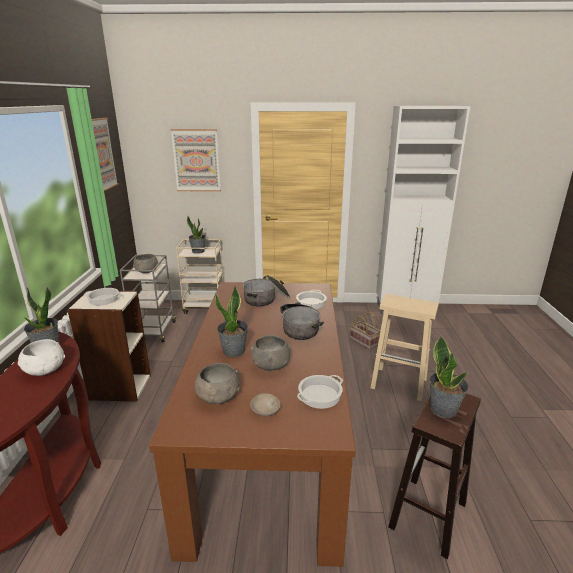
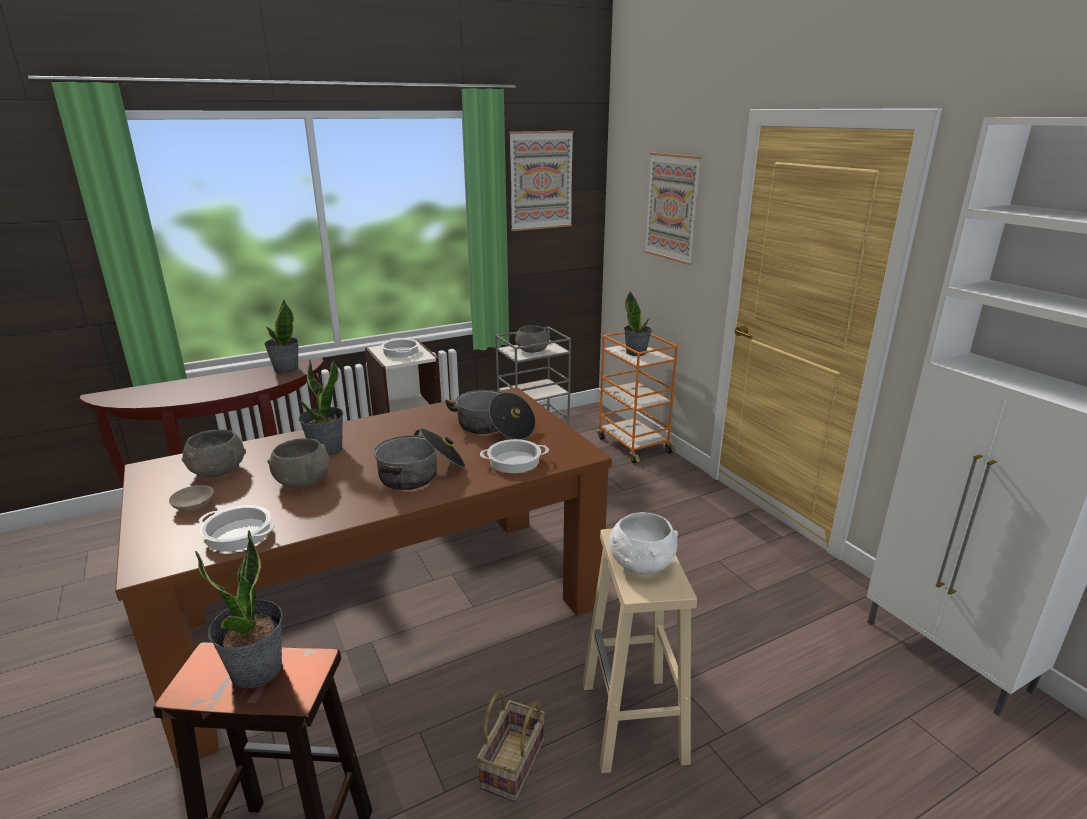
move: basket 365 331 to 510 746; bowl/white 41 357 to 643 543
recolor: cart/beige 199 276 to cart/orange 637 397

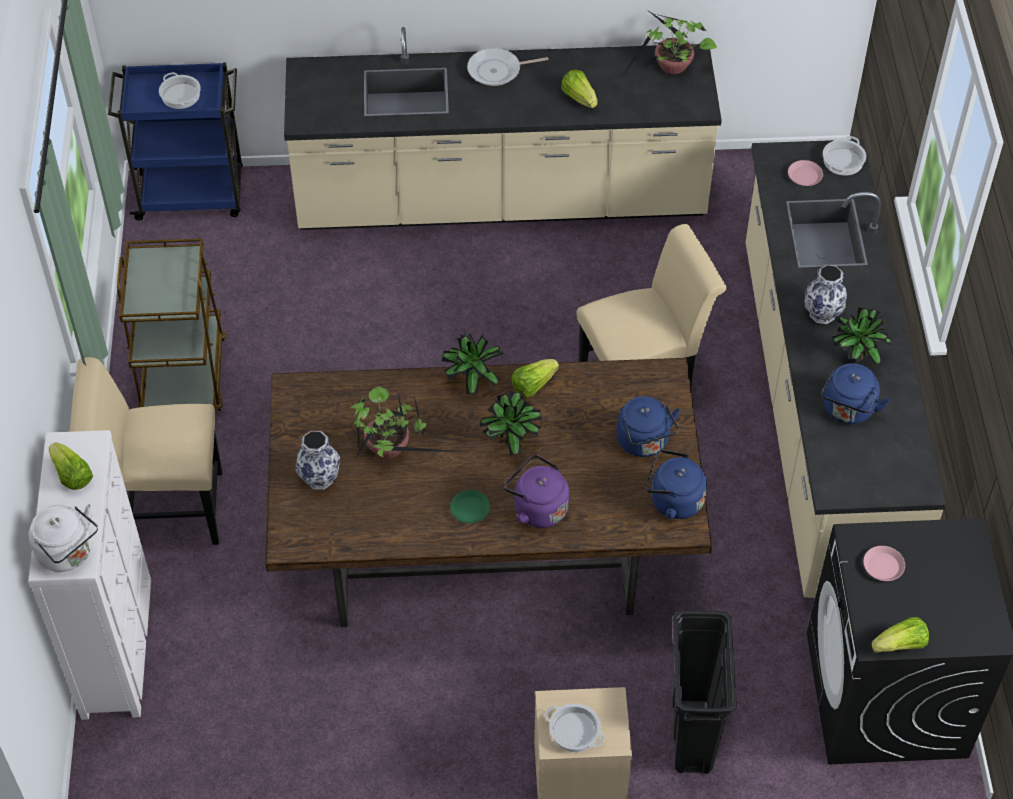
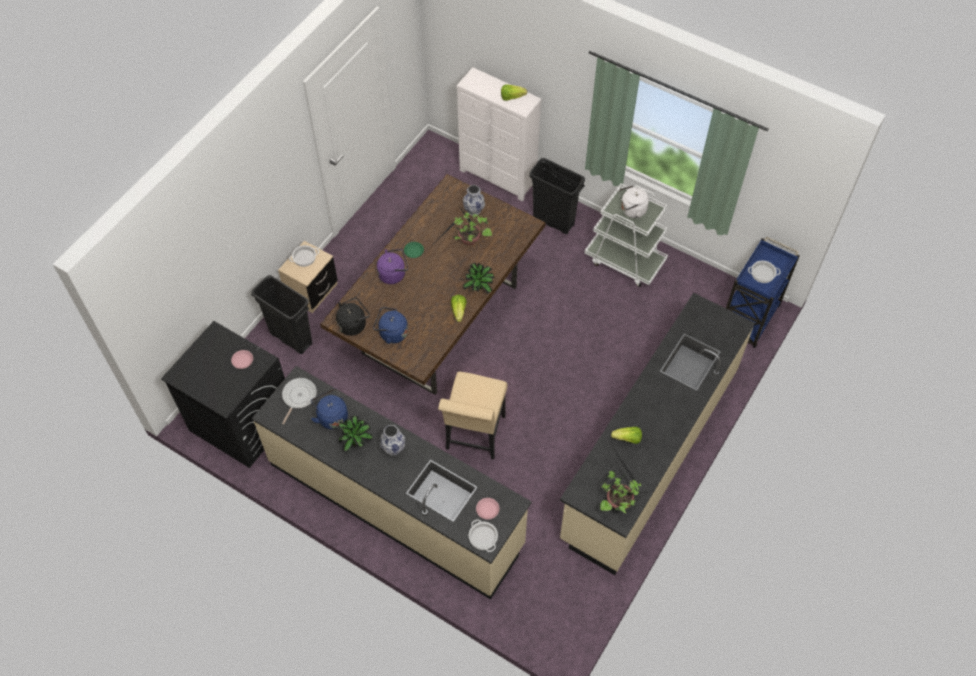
delete: potted plant 511 423; lettuce 900 634
move: frying pan 508 67 to 299 401; kettle/white 63 538 to 633 201
replace: chair/beige 146 451 to trash can/black 557 196
recolor: kettle/blue 676 484 to kettle/black 353 316; cart/brown 171 326 to cart/white 626 235

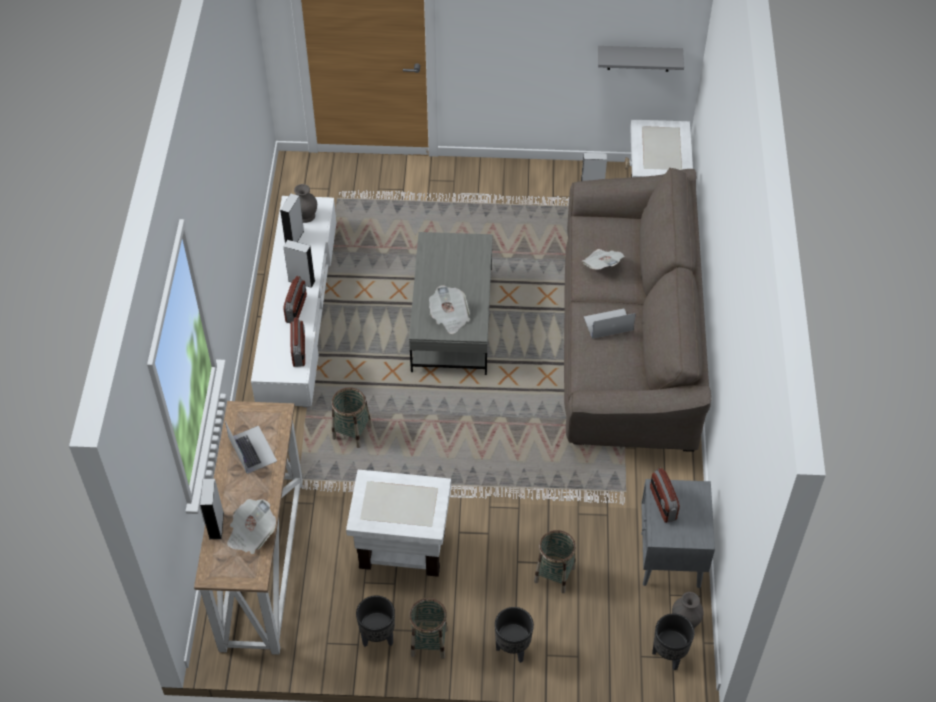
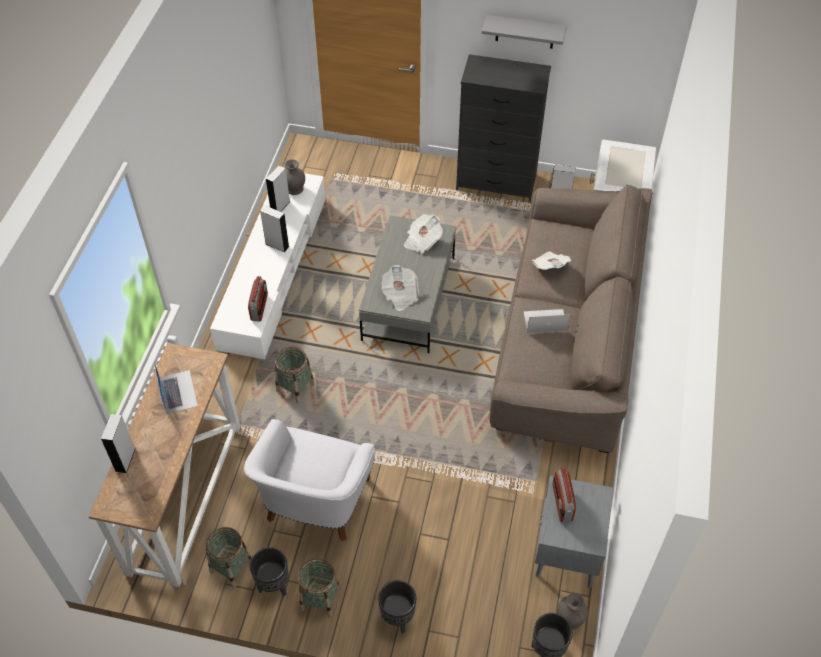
delete: radio 295 299
insert: dresser/black 503 128
move: basket 555 561 to 229 557; newspaper 251 526 to 423 234; shelf/grey 641 59 to 524 32
replace: side table/white 398 523 to armchair/white 309 480

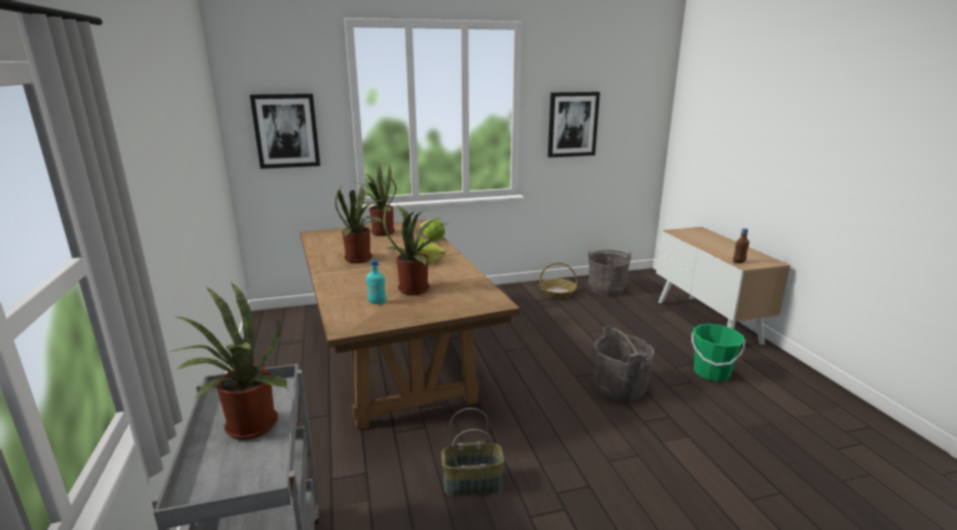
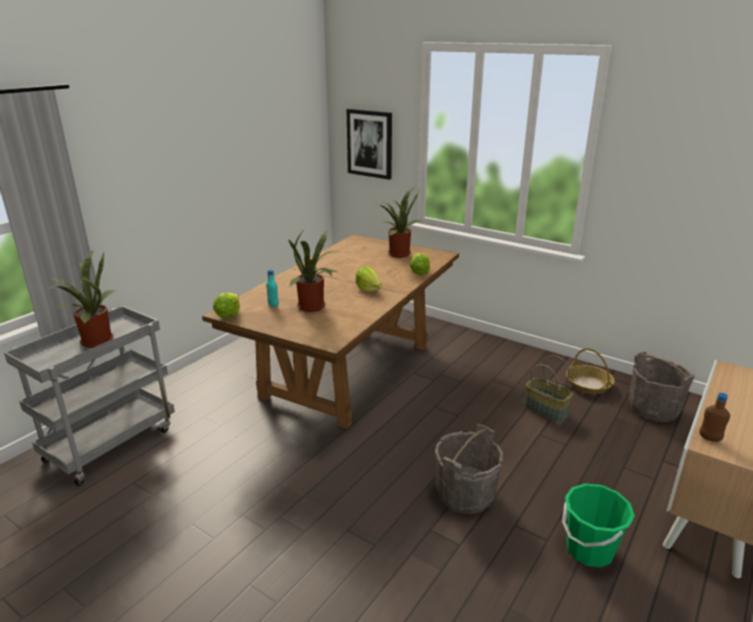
delete: potted plant 359 224; picture 574 125
insert: lettuce 226 305
move: basket 472 452 to 548 389

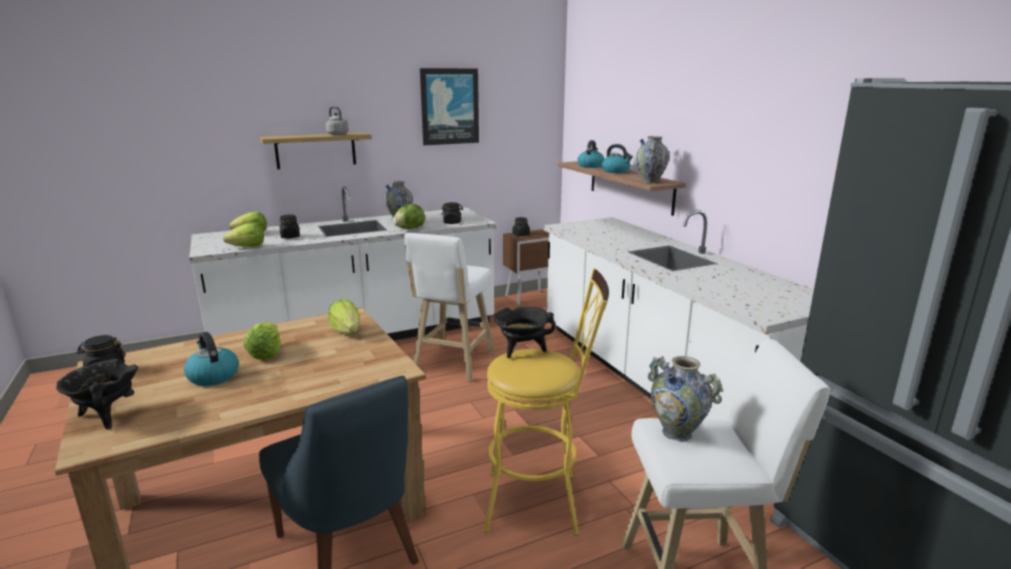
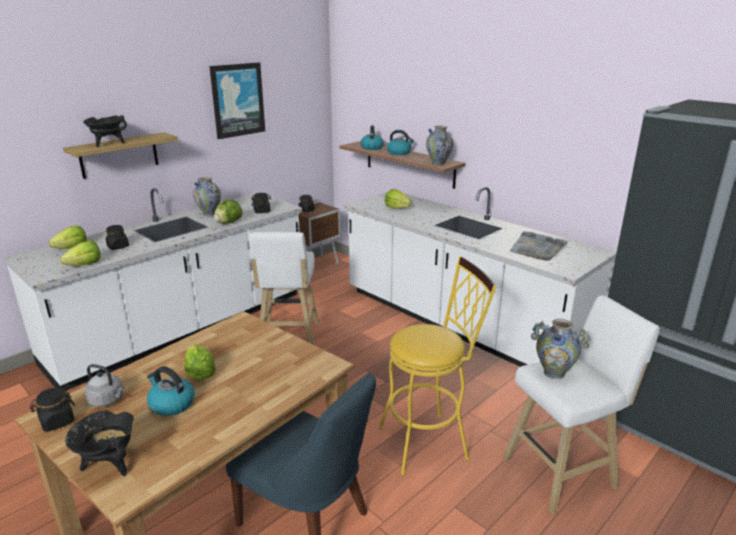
insert: tray/grey 538 246
move: cooking pot/black 525 332 to 105 131; kettle/grey 337 120 to 104 385; lettuce 344 316 to 398 199

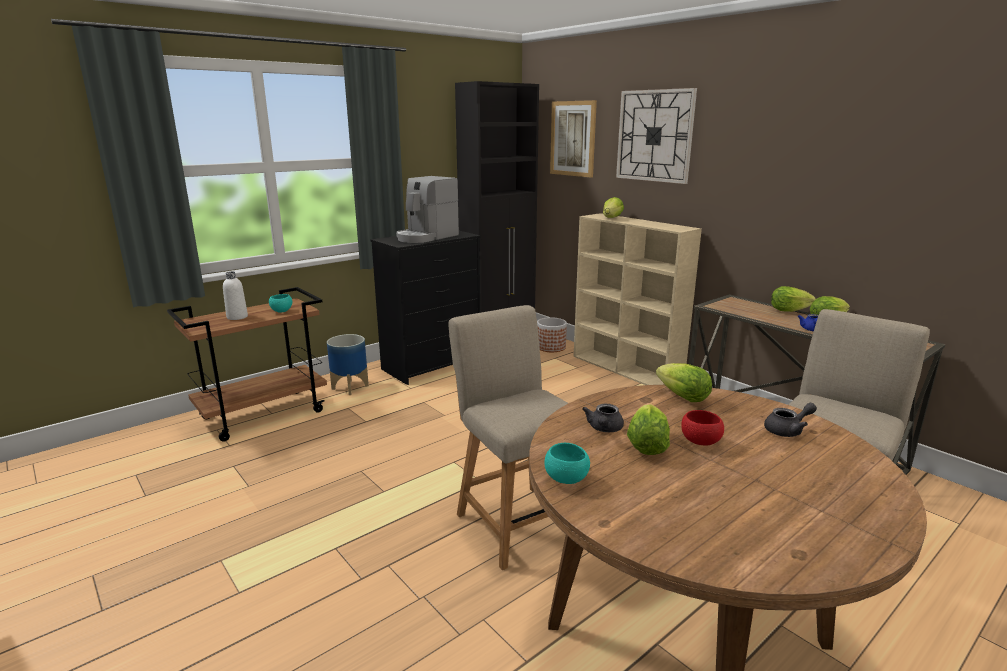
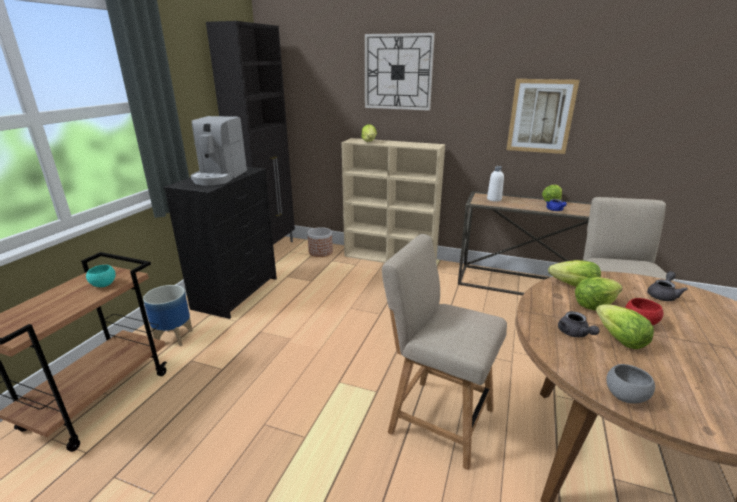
move: bottle/white 235 295 to 495 184; picture 573 139 to 543 116; lettuce 793 299 to 599 293
recolor: bowl/turquoise 567 463 to bowl/grey 630 384

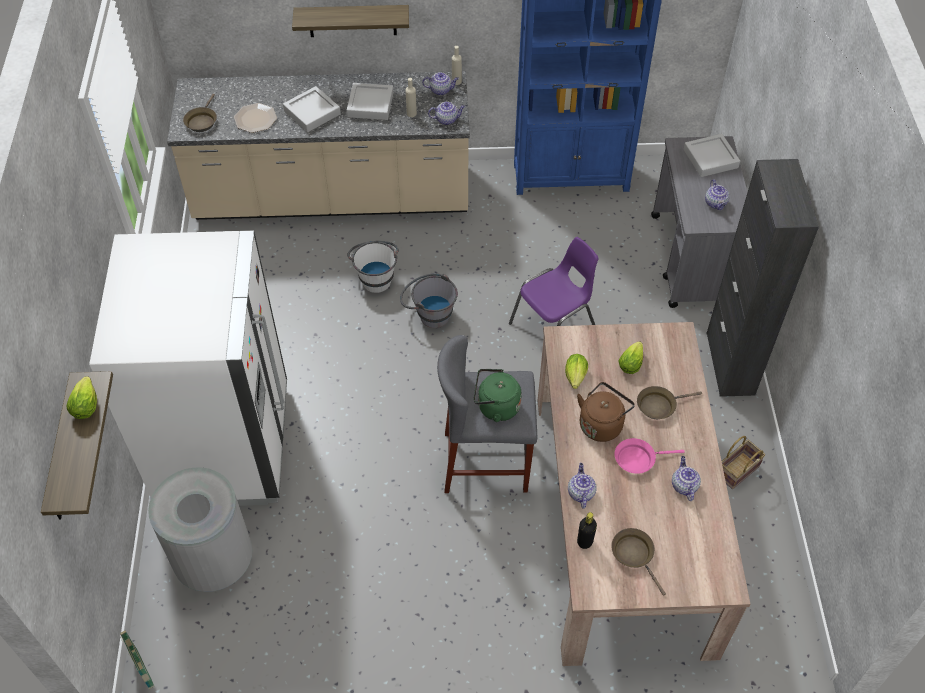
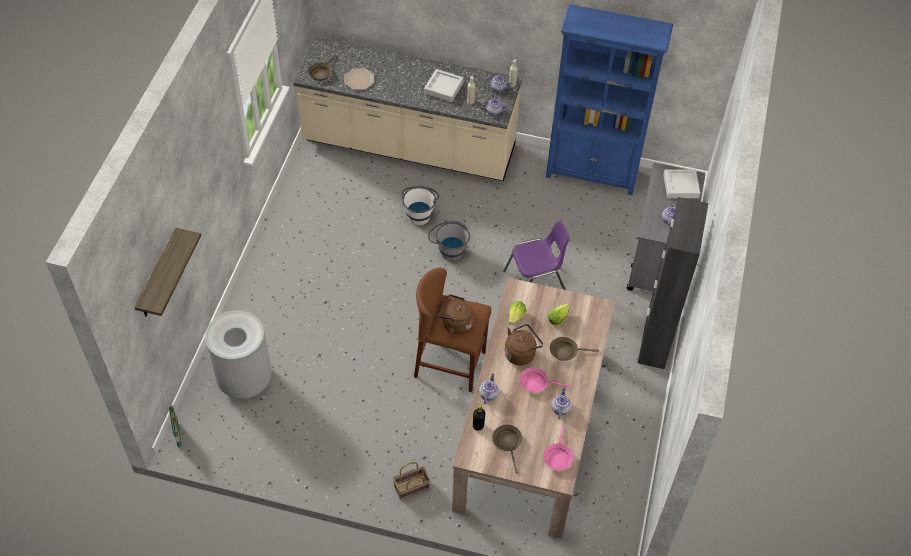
delete: lettuce 82 397; fridge/white 188 368; tray/grey 312 109; shelf 350 21
insert: frying pan/pink 558 448
move: basket 743 462 to 411 481
recolor: stool/grey 487 414 to stool/brown 452 330; kettle/green 498 395 to kettle/brown 455 314

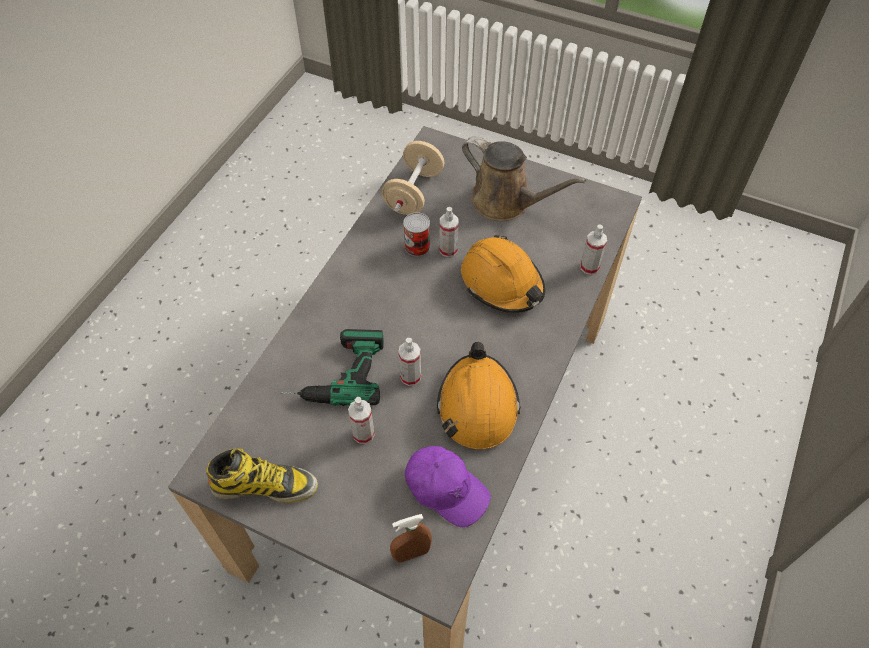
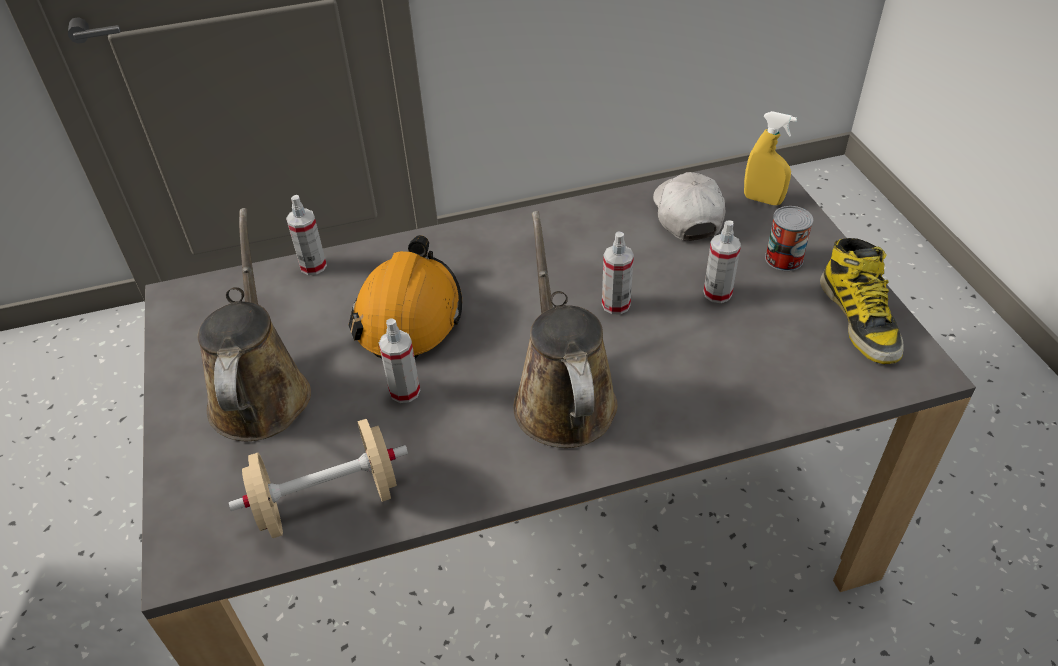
delete: power drill 332 367; hard hat/orange 479 395
insert: watering can/brown 565 329
move: can 416 234 to 789 238
recolor: cap/purple 448 486 to cap/white 689 206; spray bottle/brown 411 538 to spray bottle/yellow 770 158
rotate: boot 262 475 = 862 301 150 degrees counterclockwise

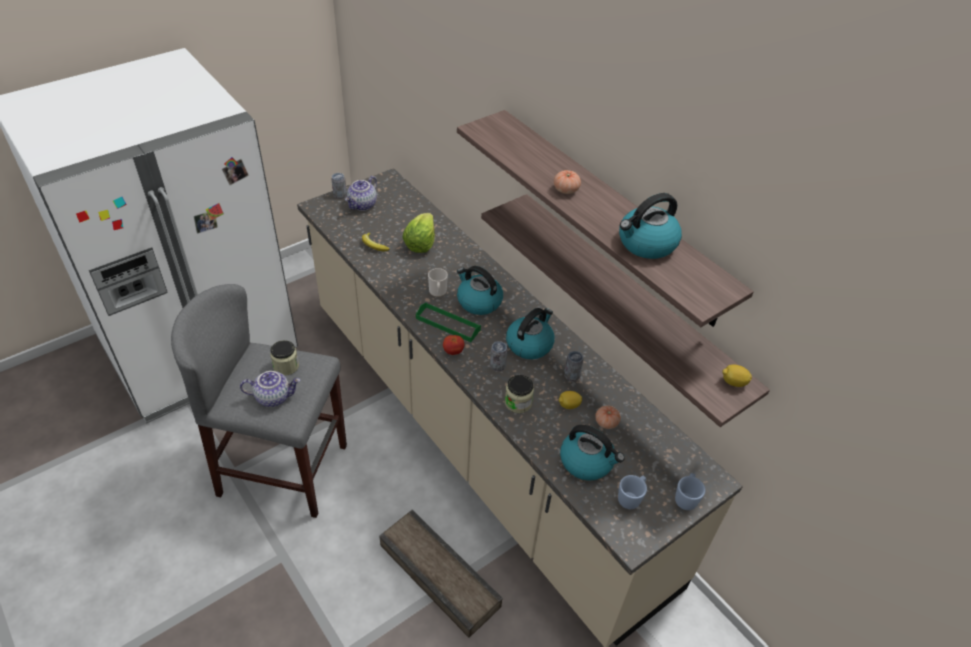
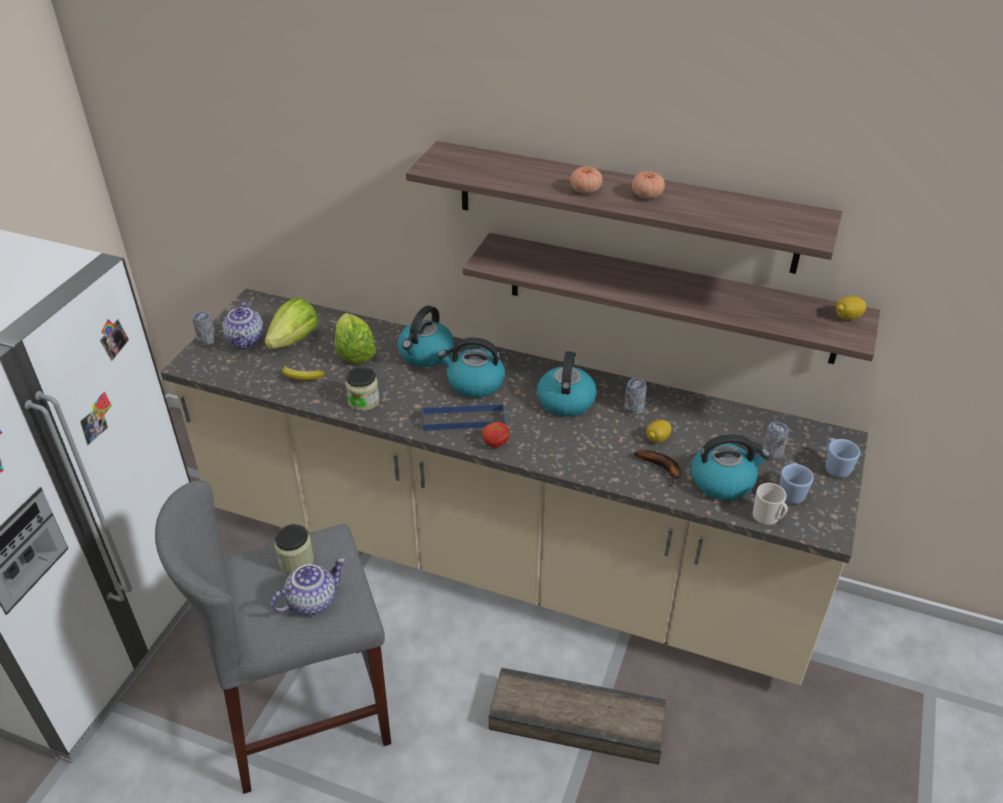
insert: lettuce 291 323; banana 657 468
move: jar 519 394 to 362 389; kettle 650 226 to 426 336; tomato 608 417 to 648 185; mug 438 282 to 770 504; can 499 356 to 776 441
recolor: tray/green 448 322 to tray/blue 463 417

